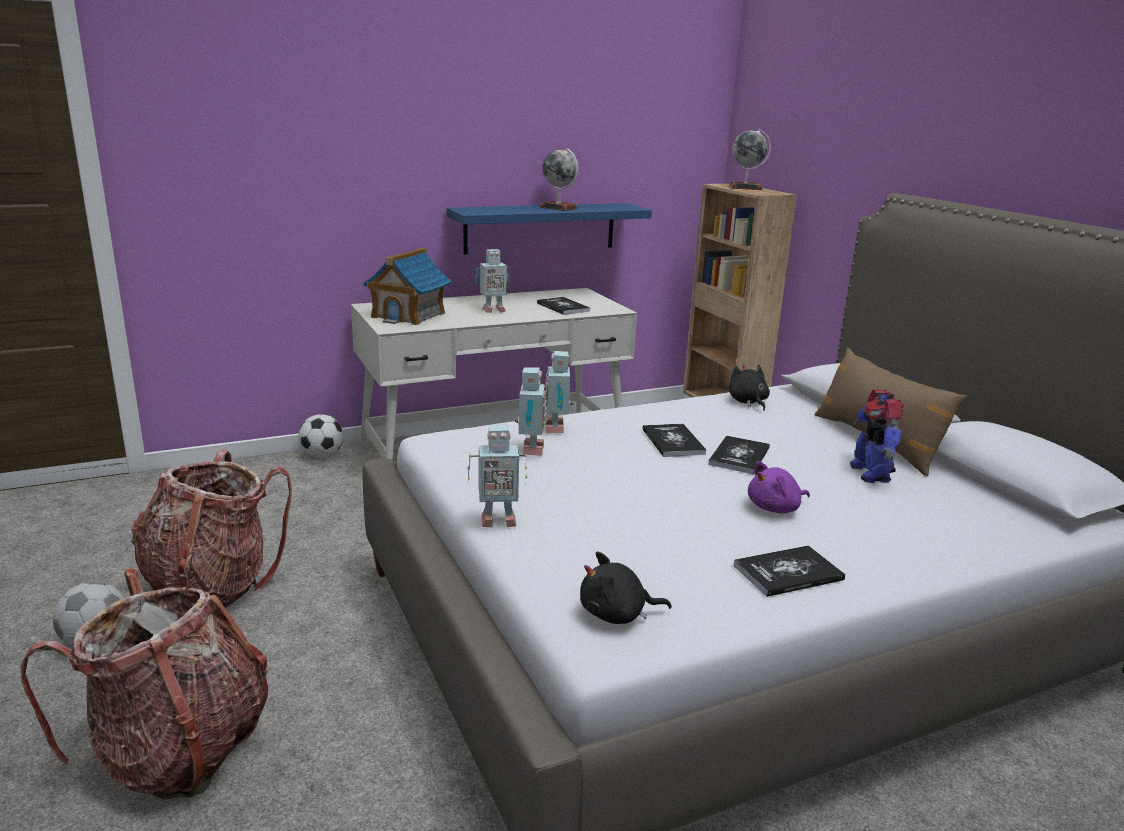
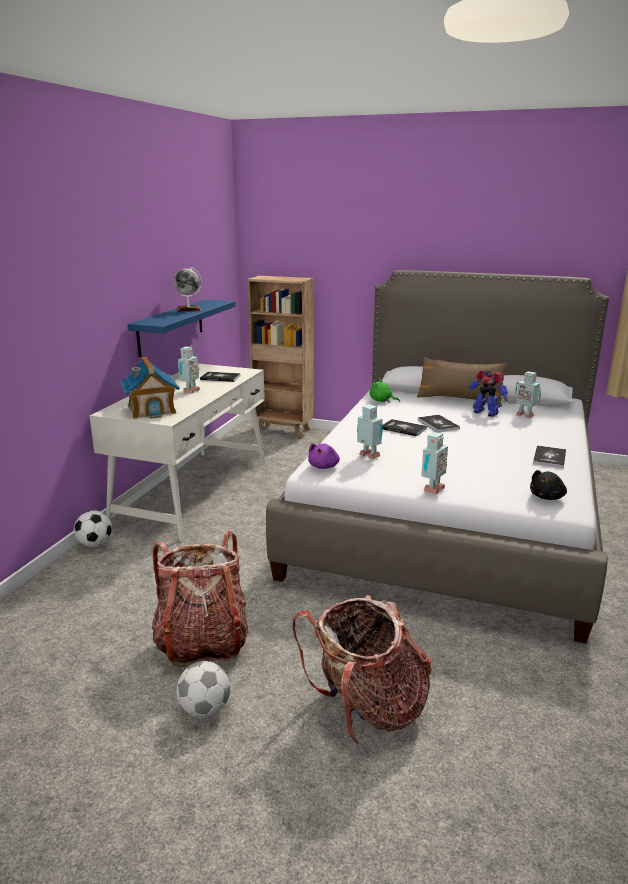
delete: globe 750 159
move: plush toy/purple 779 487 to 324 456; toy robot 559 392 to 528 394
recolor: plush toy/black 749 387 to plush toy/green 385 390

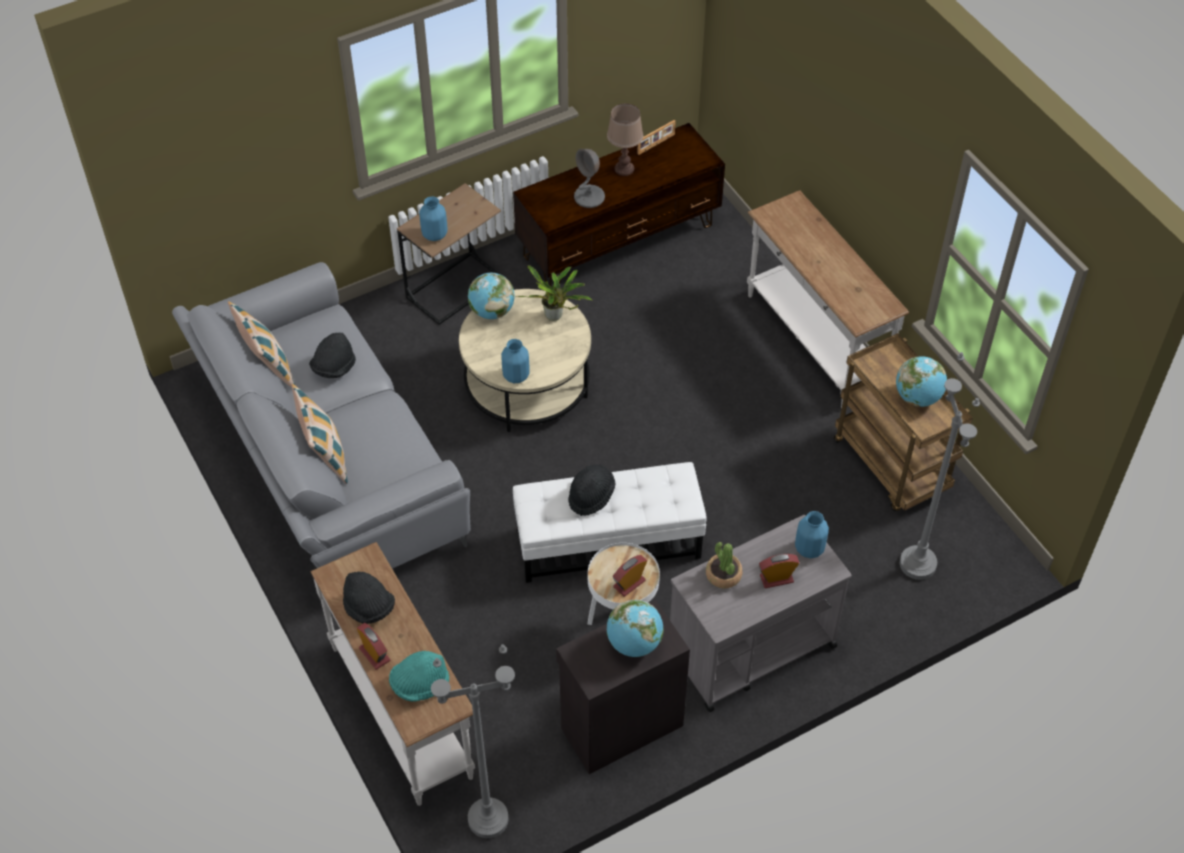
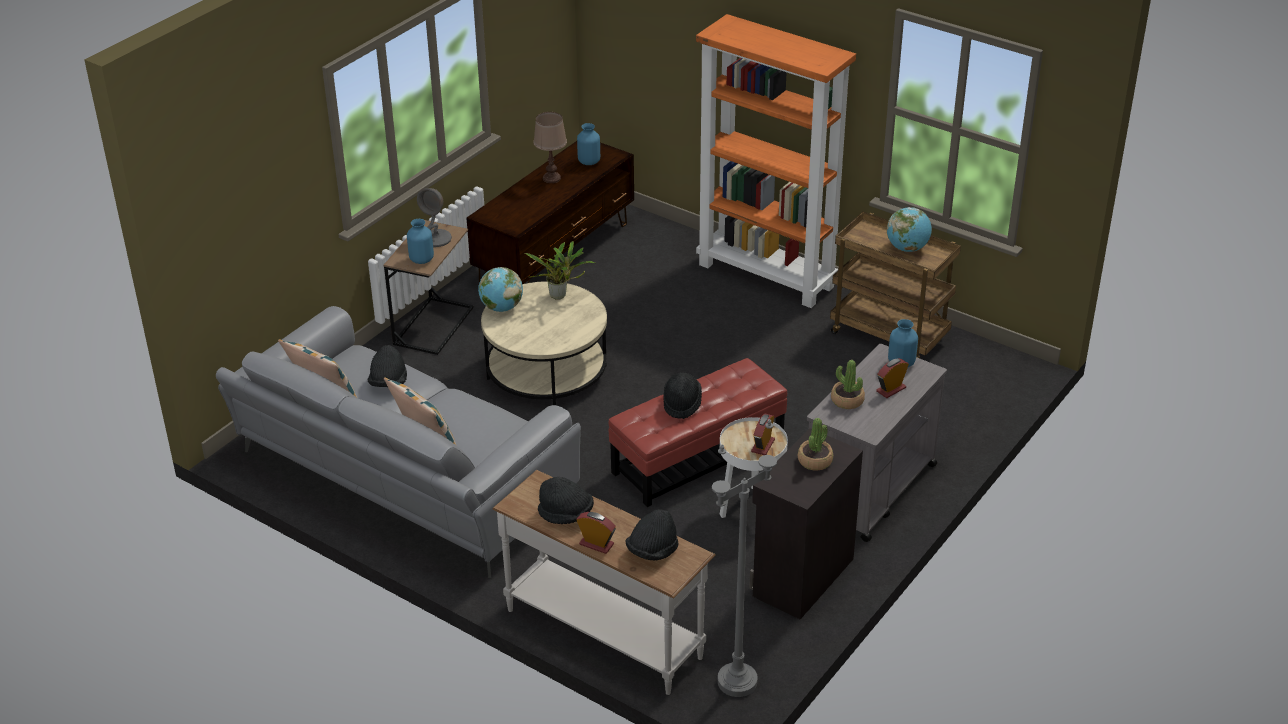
delete: picture frame 656 137; floor lamp/grey 940 466
move: table lamp/grey 589 178 to 434 217; vase/blue 515 361 to 588 144
replace: console table/white 828 299 to bookcase/orange 776 161; globe 635 628 to potted plant 815 444
recolor: ottoman/white 610 522 to ottoman/red 698 432; hat/turquoise 419 676 to hat/black 652 535

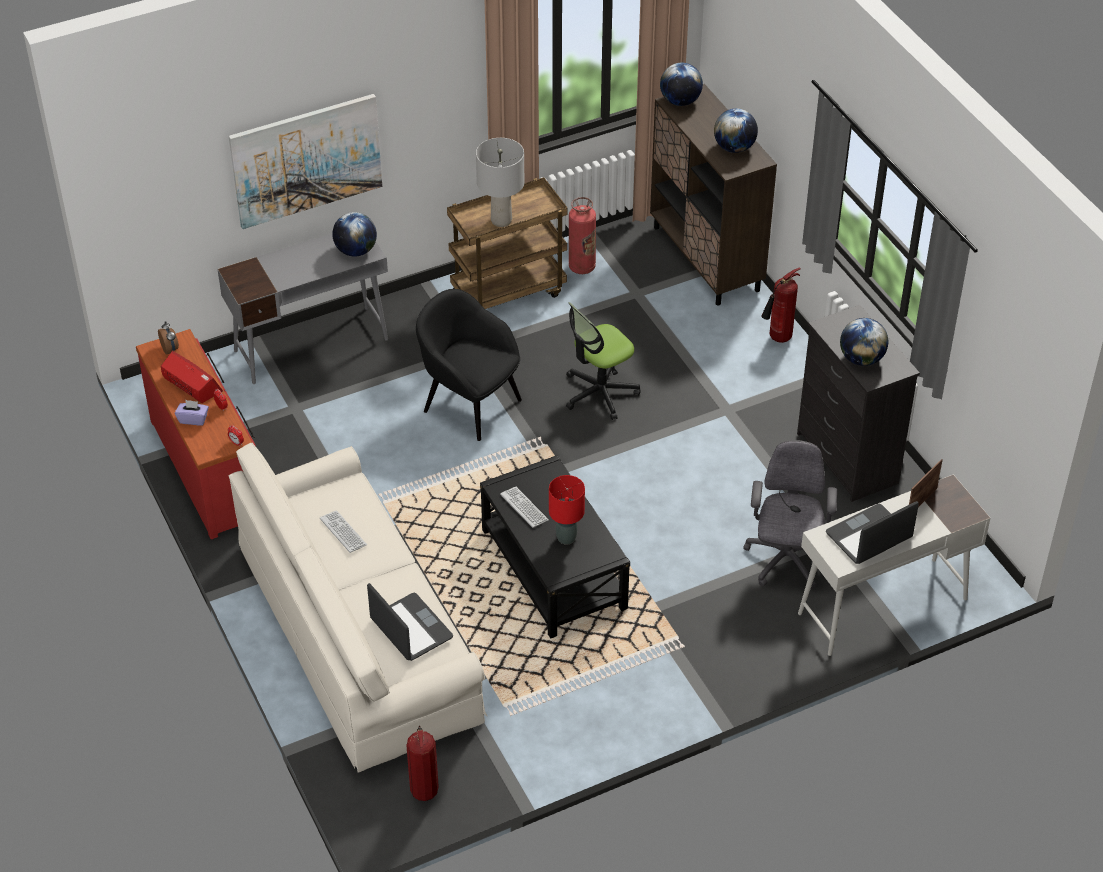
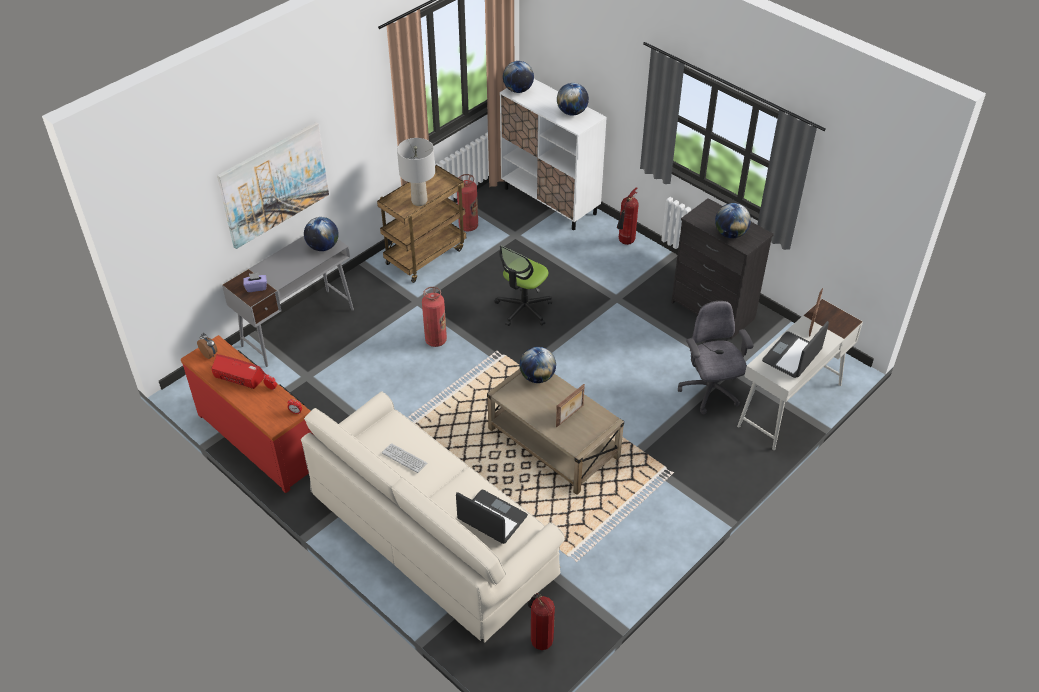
delete: keyboard 524 507
insert: globe 538 365
move: tissue box/purple 192 413 to 255 282
replace: armchair/black 469 365 to fire extinguisher 434 317; table lamp/red 567 510 to picture frame 570 406
recolor: coffee table/black 555 547 to coffee table/beige 555 432; cabinet/brown 713 195 to cabinet/white 553 154

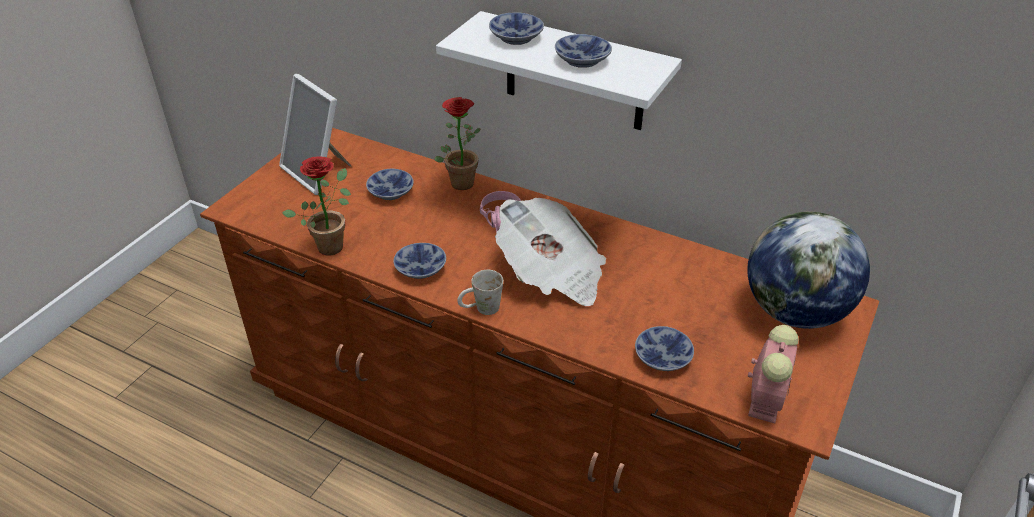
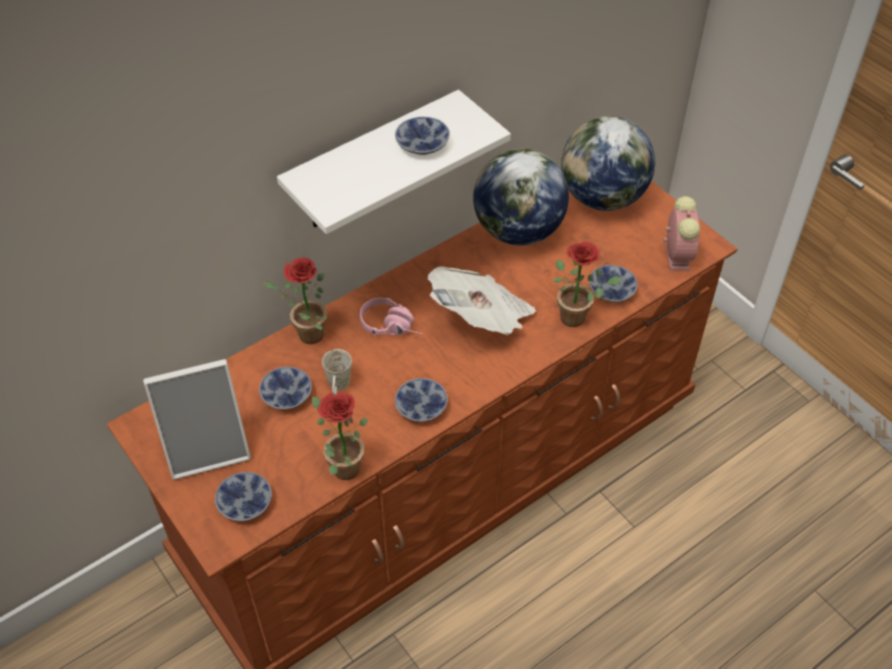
insert: globe 521 197; potted plant 588 284
move: bowl 516 29 to 243 496; mug/white 480 292 to 337 372
rotate: alarm clock 773 374 = 681 233 45 degrees clockwise

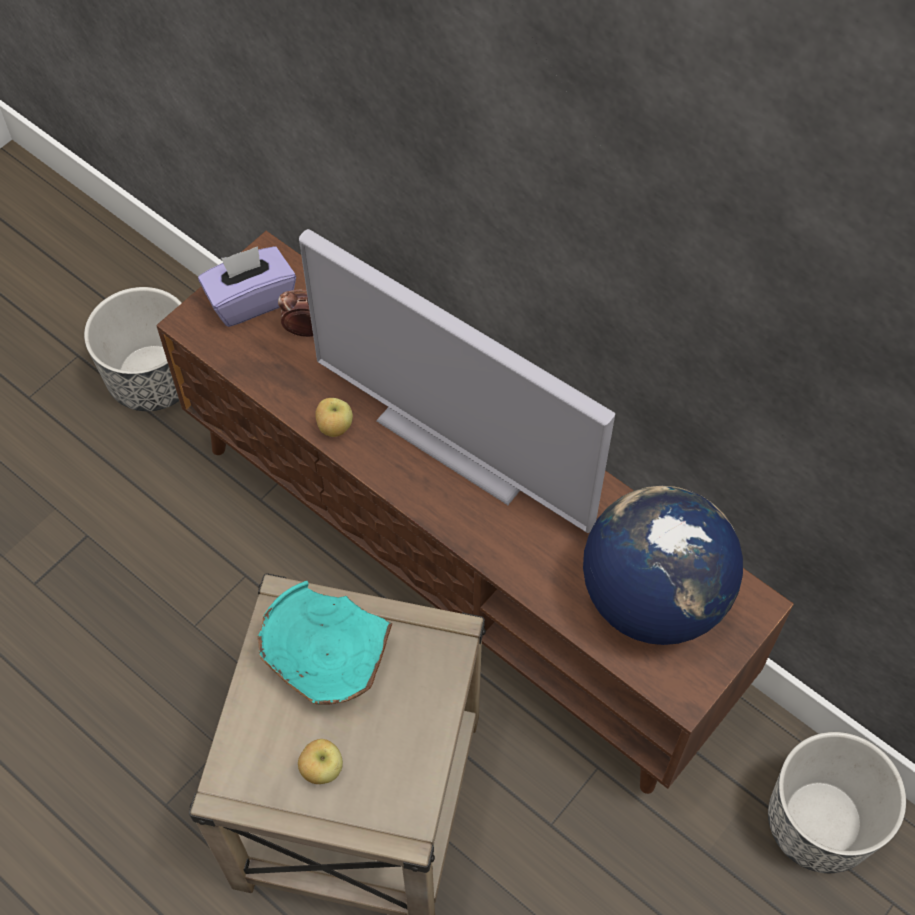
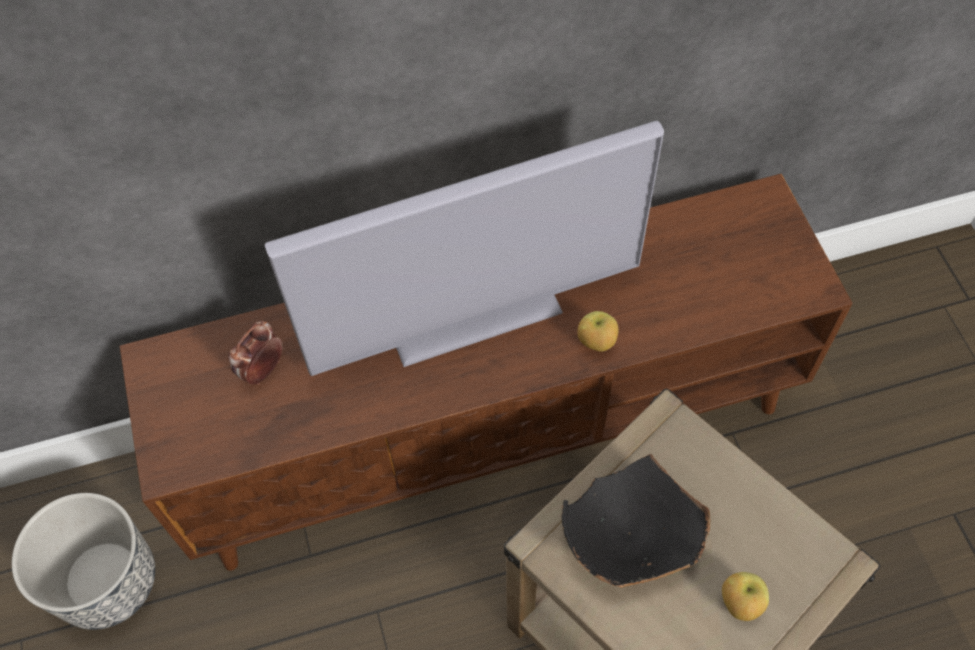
delete: tissue box/purple 247 286; globe 663 565; planter 837 802
move: apple 334 417 to 598 331
recolor: bowl/turquoise 325 643 to bowl/black 636 520

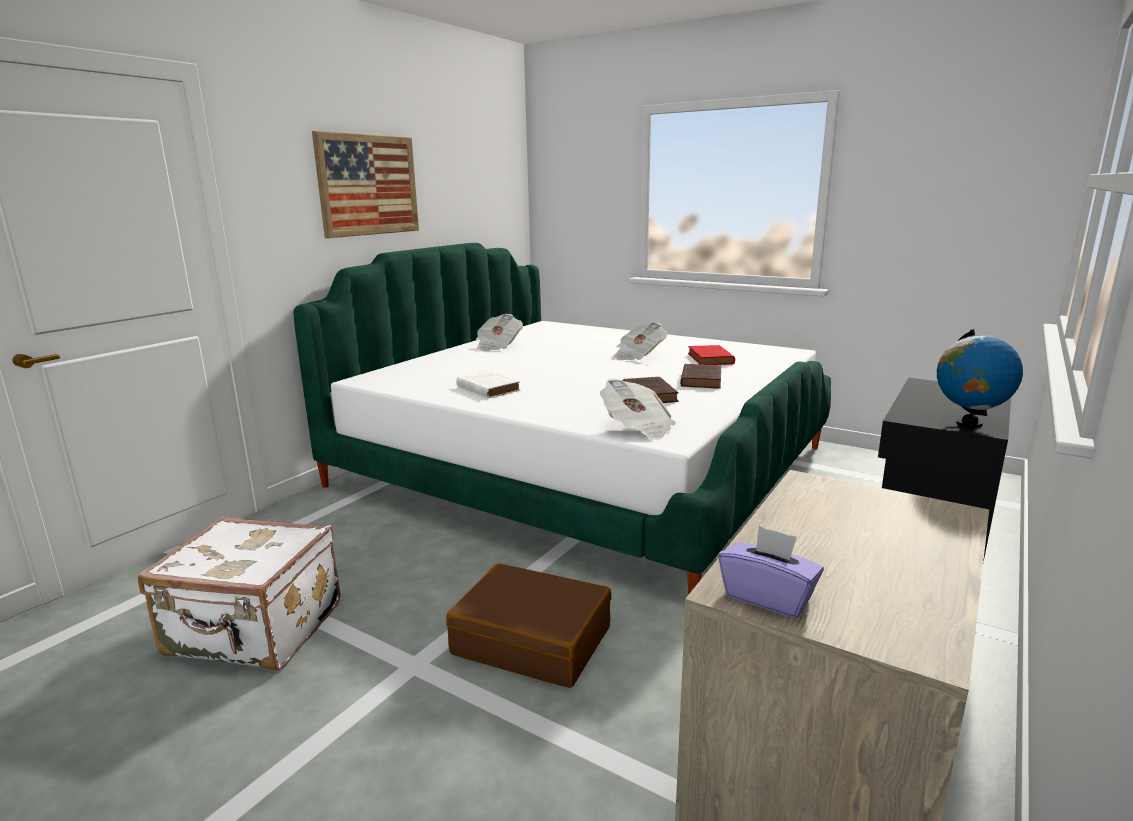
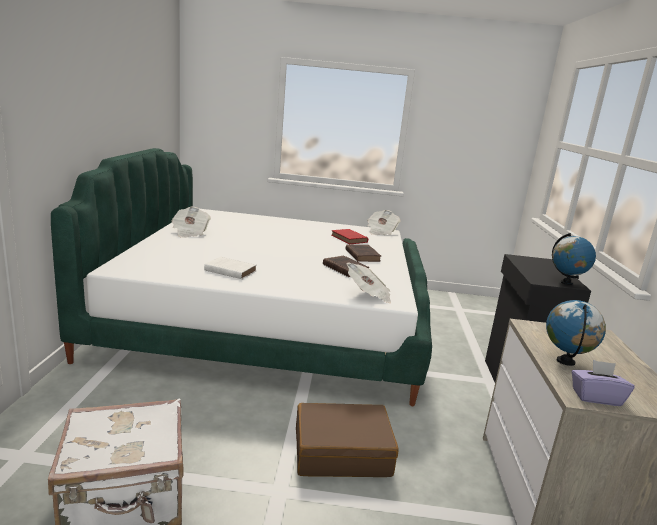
delete: picture 365 184
insert: globe 576 333
move: newspaper 639 341 to 383 222

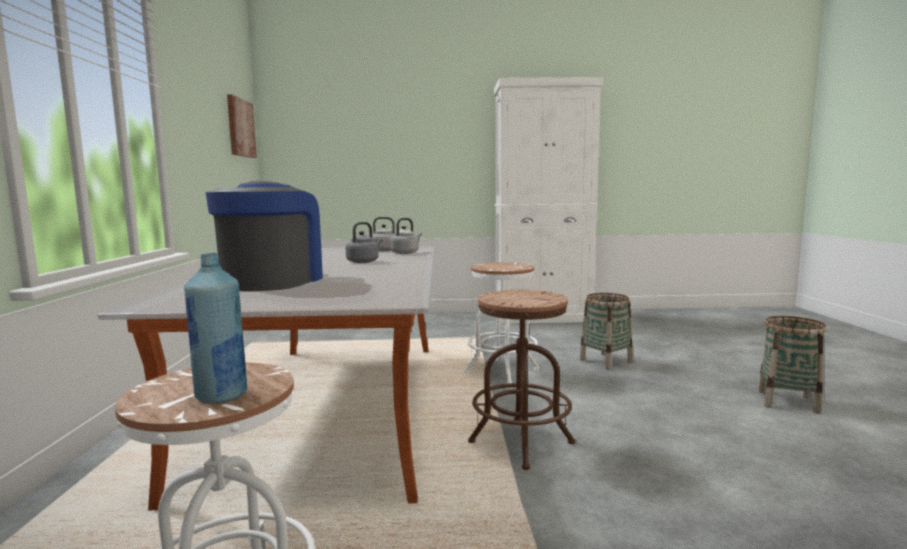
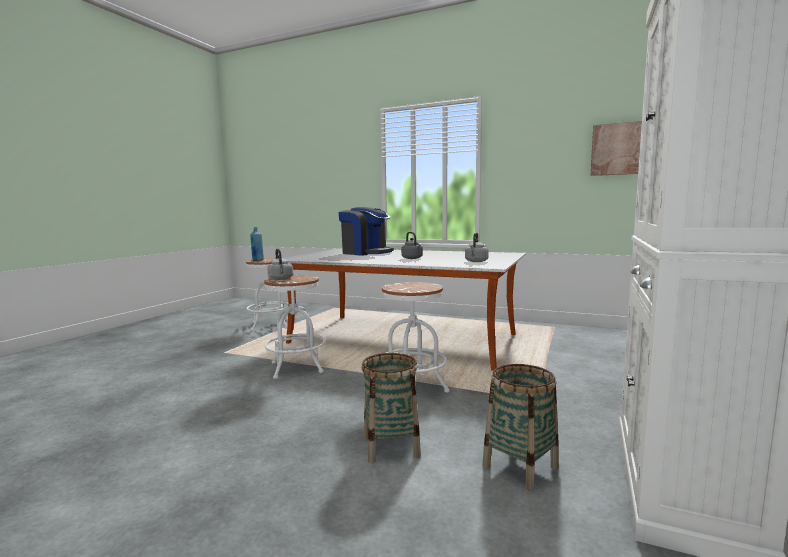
move: kettle/grey 406 236 to 280 264; basket 792 365 to 520 427
recolor: stool/brown 521 380 to stool/white 294 327

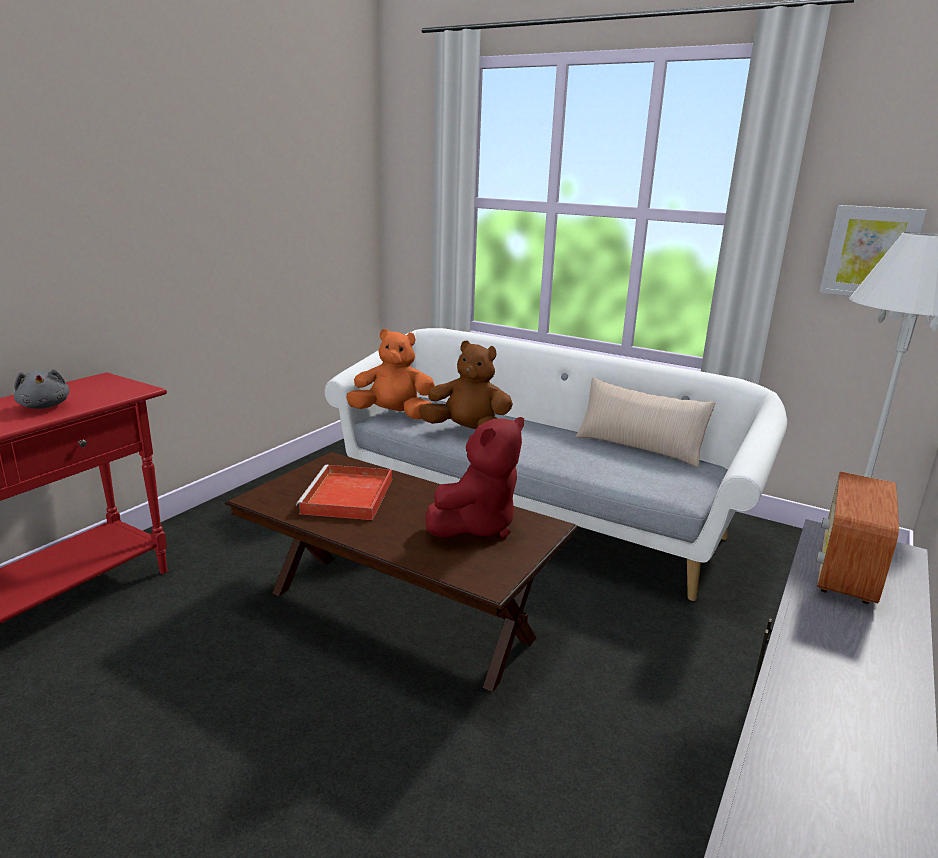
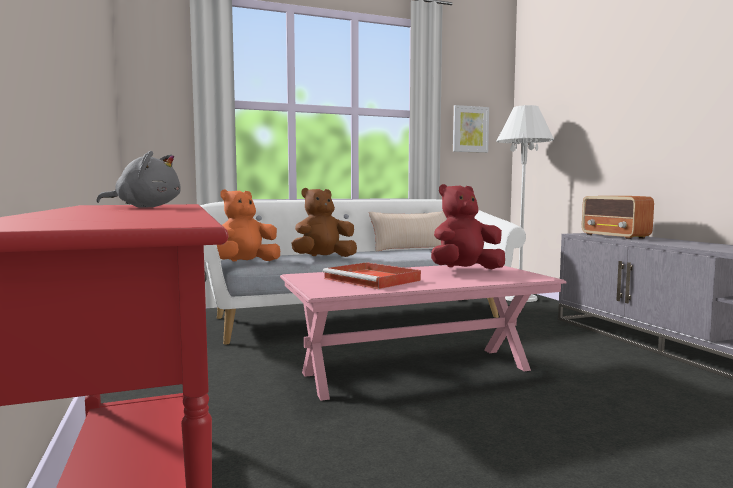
recolor: coffee table/brown 402 572 to coffee table/pink 423 332
rotate: plush toy/red 474 477 = 468 226 105 degrees counterclockwise

